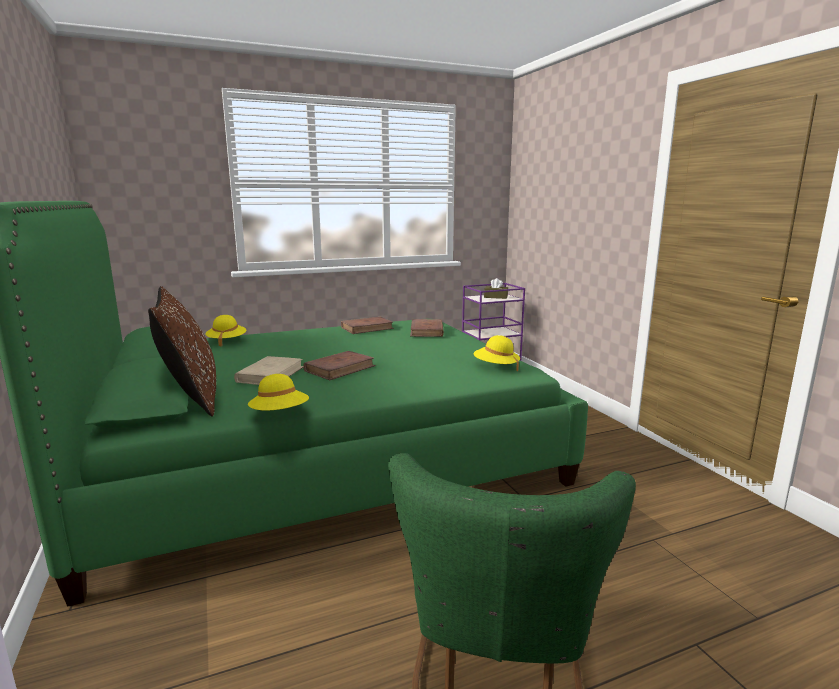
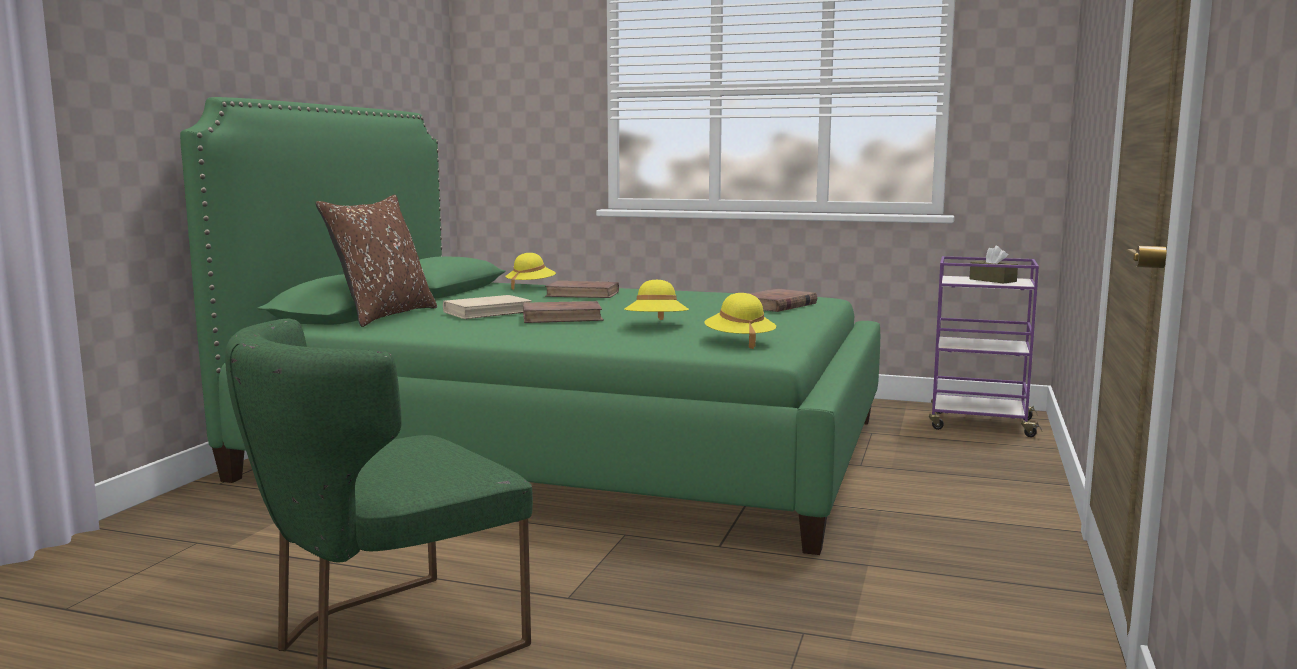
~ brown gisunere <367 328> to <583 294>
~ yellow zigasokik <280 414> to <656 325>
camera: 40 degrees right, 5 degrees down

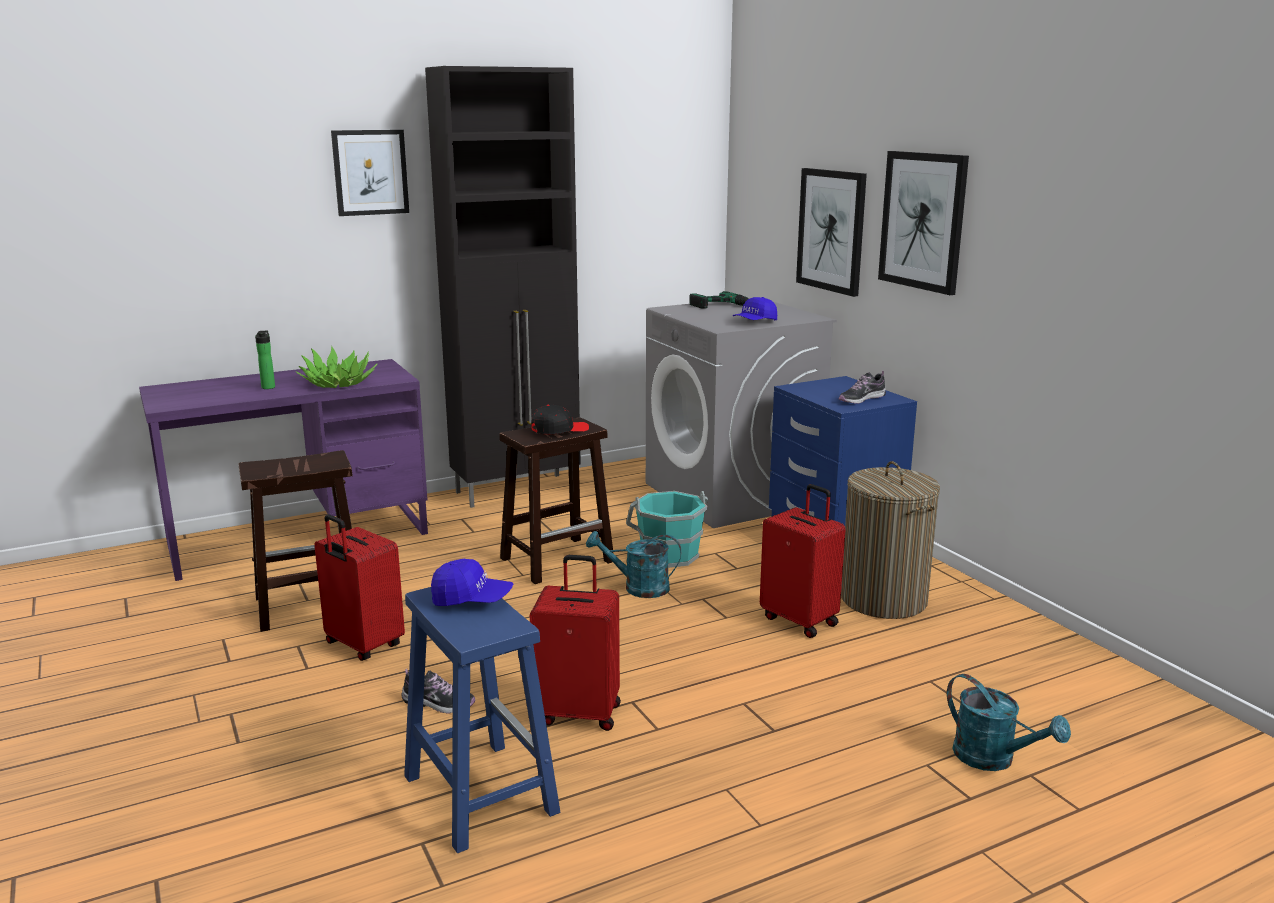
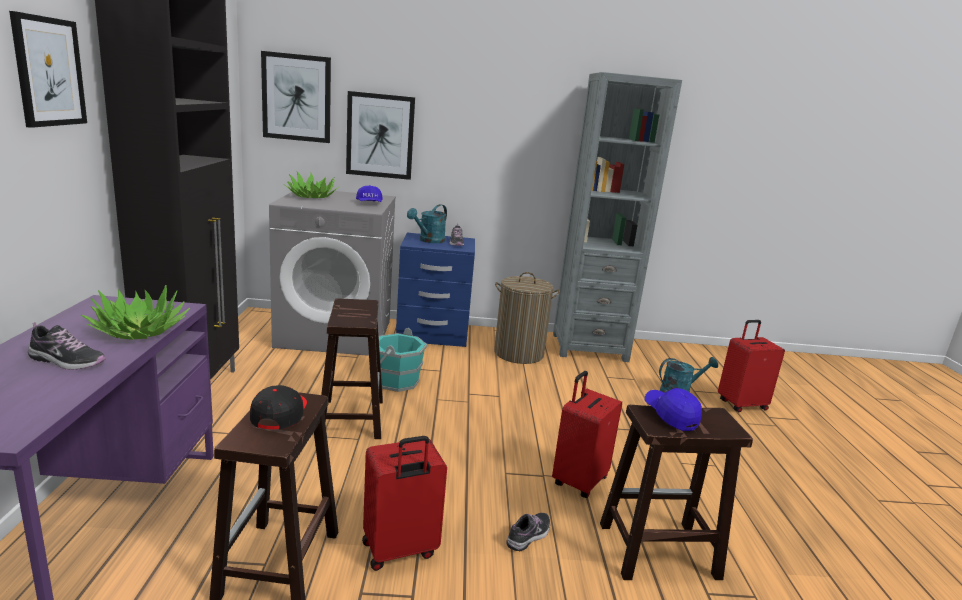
~ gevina <268 387> to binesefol <67 361>
~ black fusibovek <559 430> to <279 414>
~ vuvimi <923 221> to <296 98>
~ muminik <724 307> to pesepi <312 196>
~ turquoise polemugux <638 588> to <429 241>
+ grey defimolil <589 347>
~ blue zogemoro <478 793> to brown zogemoro <656 551>
~ blue fusibovek <472 600> = <670 416> 60 degrees counterclockwise
~ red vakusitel <800 620> to <741 404>
camera: 65 degrees left, 0 degrees up

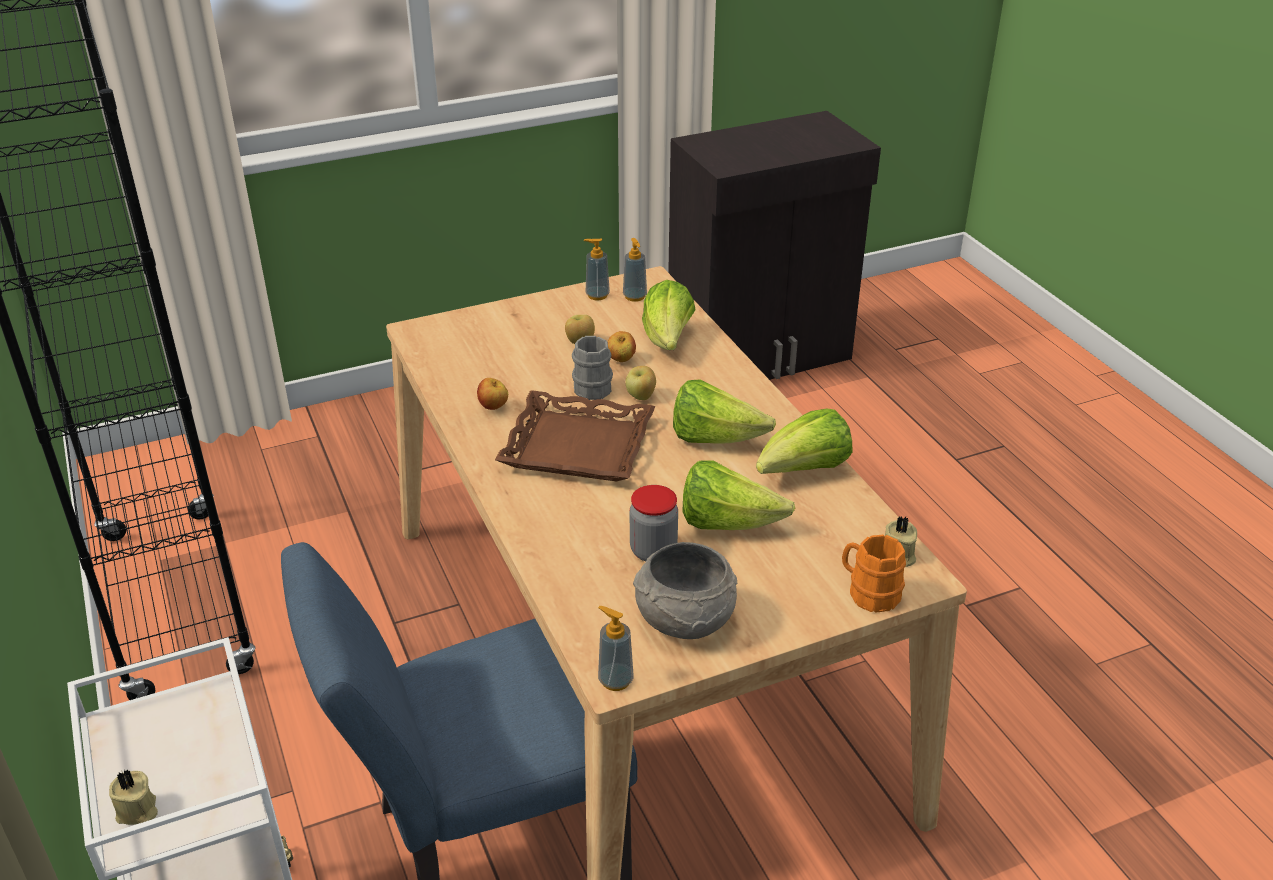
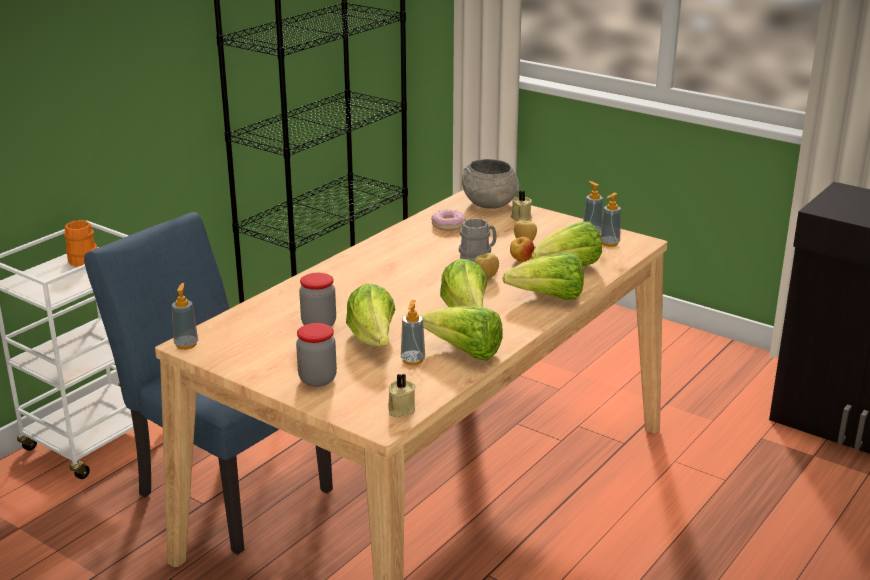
~ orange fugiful <868 593> to <84 258>
+ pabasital <317 379>
+ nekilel <412 360>
+ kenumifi <448 225>
~ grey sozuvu <683 620> to <489 203>
+ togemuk <549 298>
~ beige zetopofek <137 811> to <520 218>
- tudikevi <493 407>
- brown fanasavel <577 447>
camera: 60 degrees right, 10 degrees down

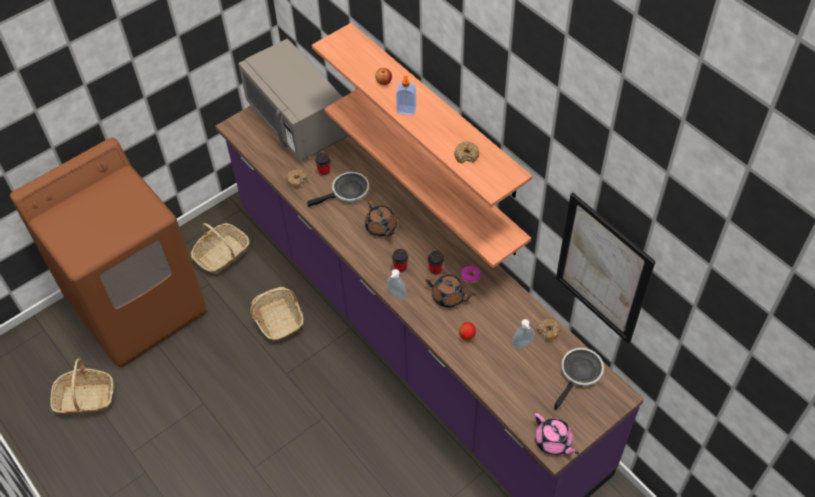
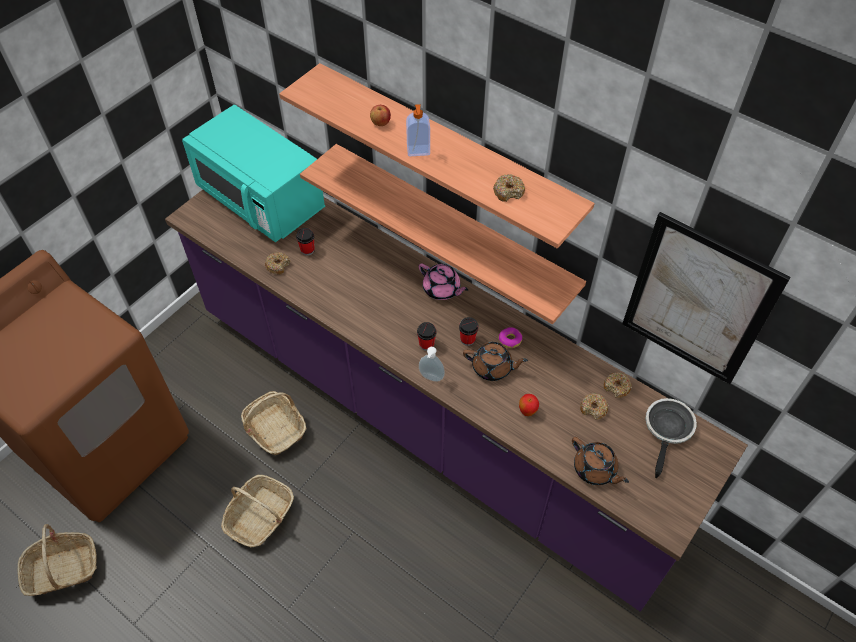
~ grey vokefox <297 121> to turquoise vokefox <261 200>
~ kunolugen <222 255> to <260 516>
~ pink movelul <553 441> to <442 289>
~ brown movelul <381 227> to <595 469>
~ nekilel <522 345> to kenumifi <593 408>
- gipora <347 193>
camera: 15 degrees left, 0 degrees up

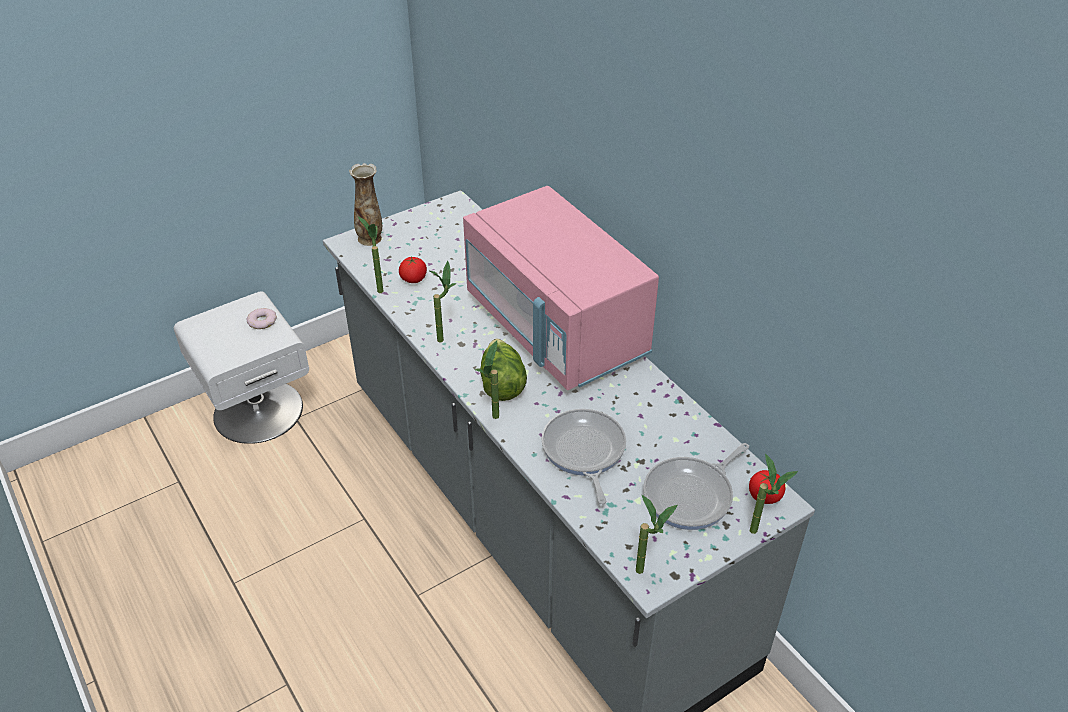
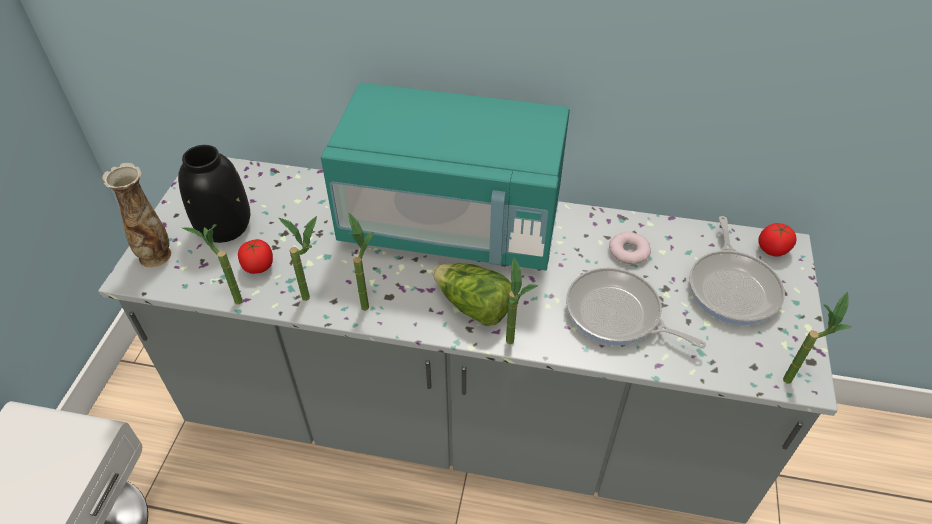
+ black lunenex <225 227>
~ pesepi <760 534> to <314 297>
~ pink vokefox <556 328> to turquoise vokefox <452 224>
~ kenumifi <262 321> to <629 251>
camera: 45 degrees left, 5 degrees up

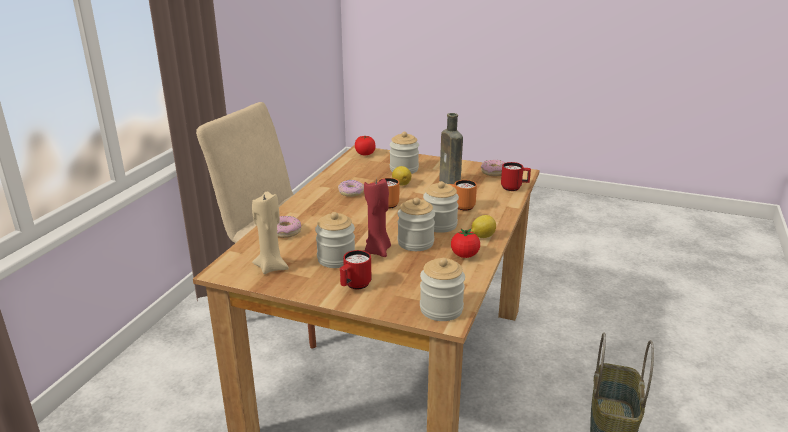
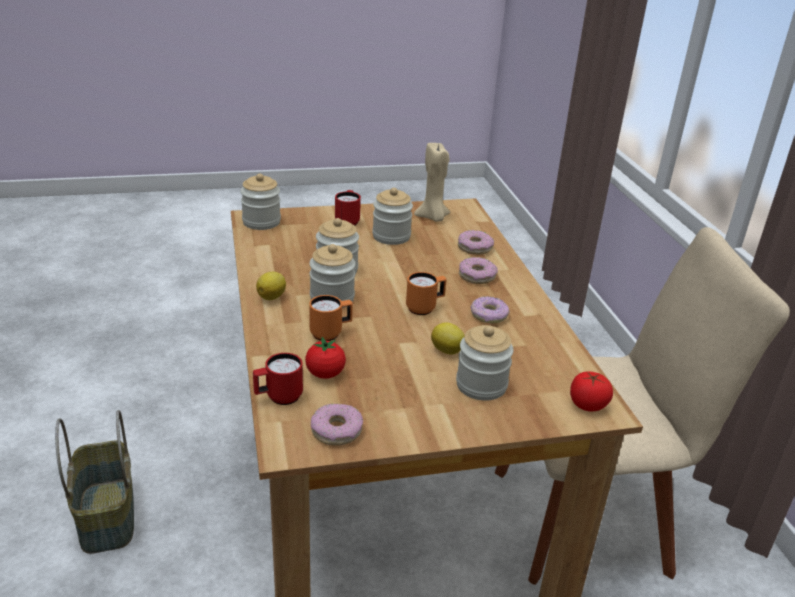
~ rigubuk <464 255> to <325 374>
+ kenumifi <477 276>
- red zetopofek <378 251>
- brown gevina <450 183>
camera: 145 degrees right, 5 degrees up

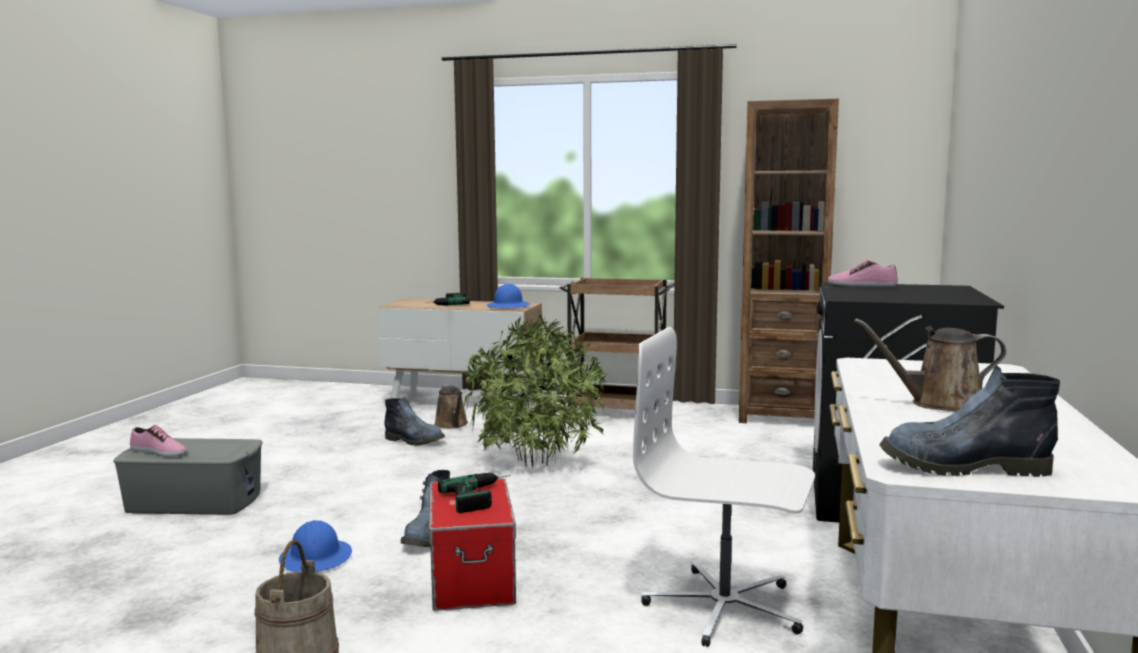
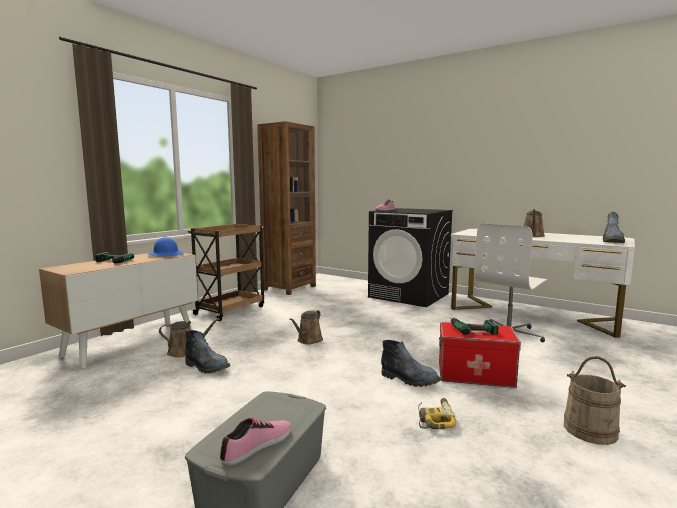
~ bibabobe <415 441> = <207 367> 75 degrees clockwise
~ pesepi <534 465> to brown polemugux <308 340>
~ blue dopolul <316 558> to muminik <434 419>
camera: 70 degrees left, 0 degrees up

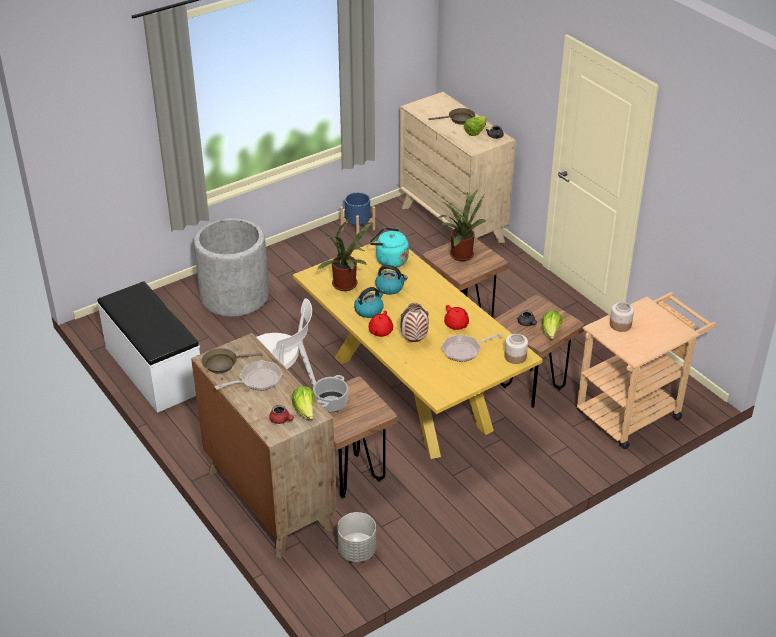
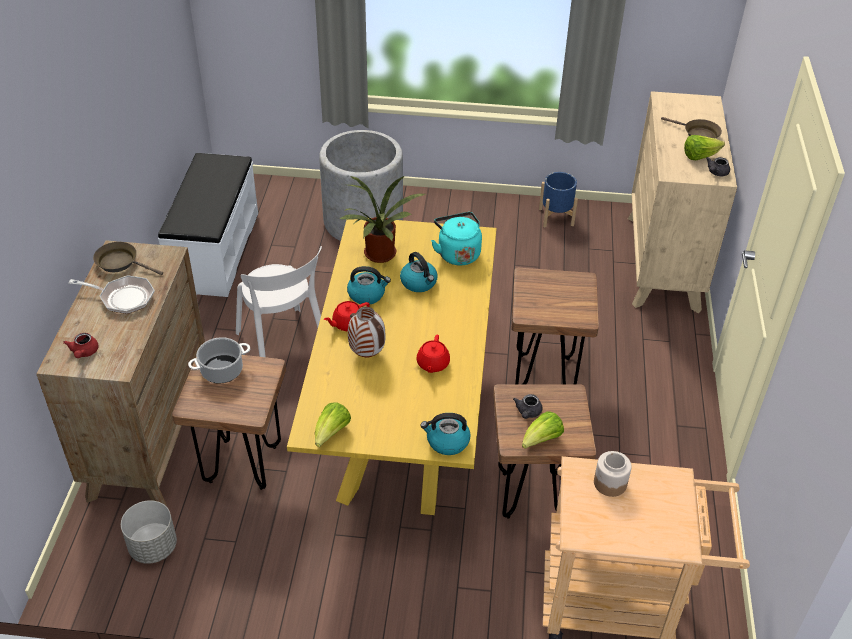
~ togemuk <305 411> to <331 433>
~ pabasital <515 356> to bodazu <447 442>
- pesepi <460 254>
- gipora <464 350>
camera: 40 degrees right, 5 degrees up

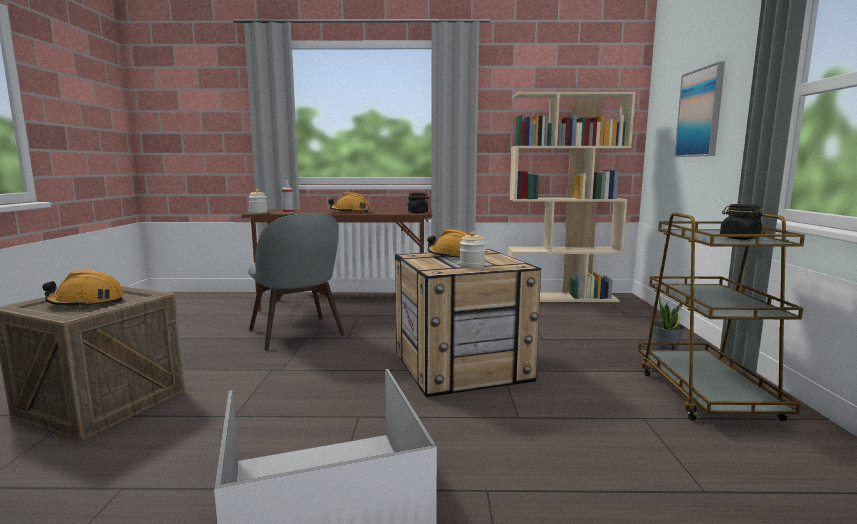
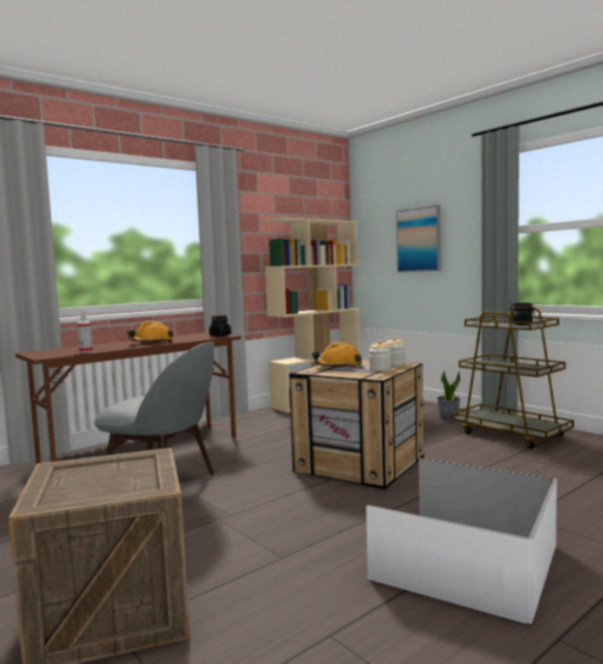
~ pabasital <258 212> to <394 365>
- orange dopolul <87 302>
camera: 40 degrees left, 5 degrees down

